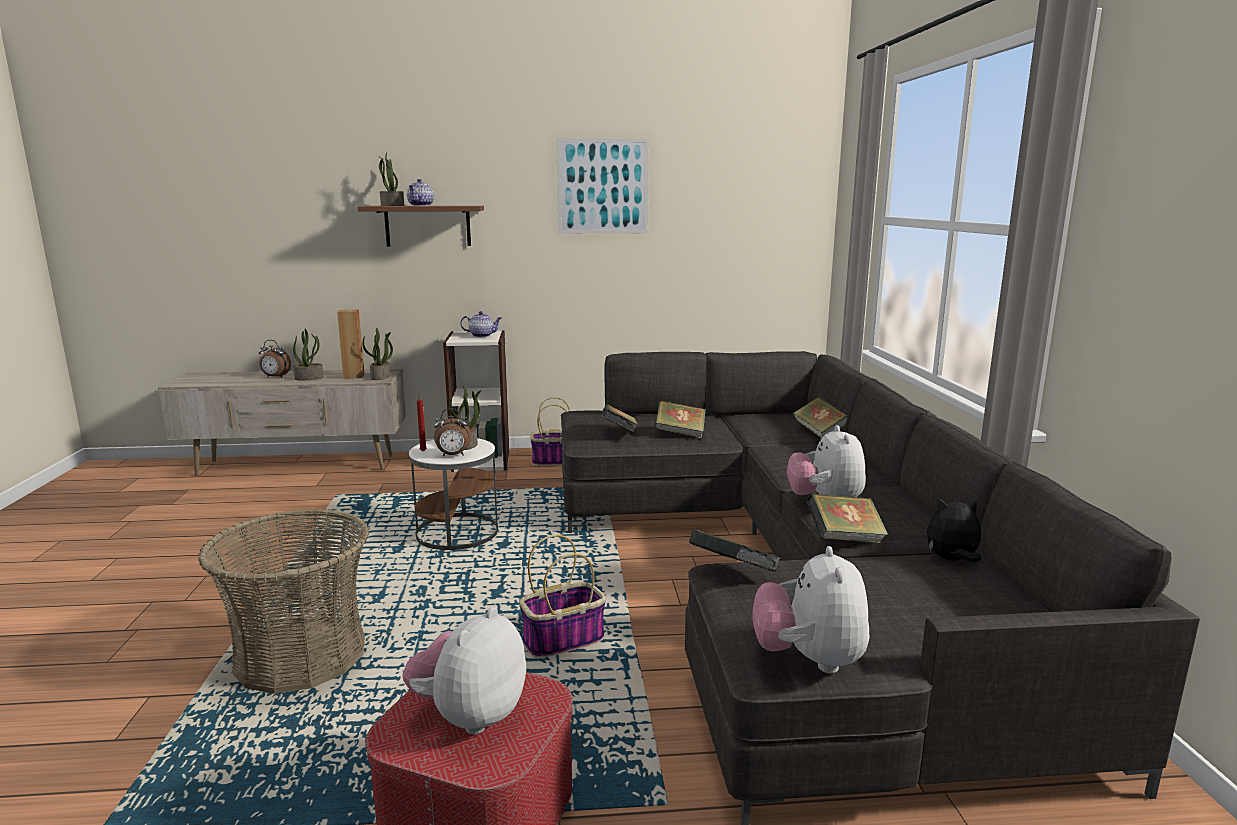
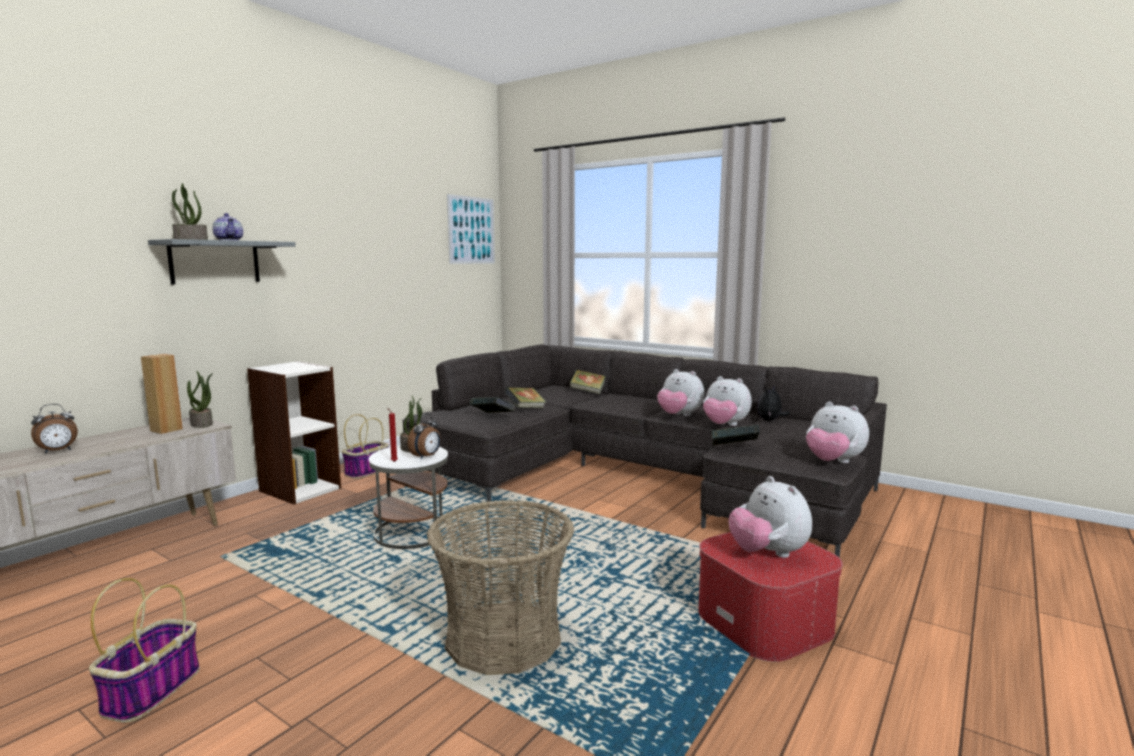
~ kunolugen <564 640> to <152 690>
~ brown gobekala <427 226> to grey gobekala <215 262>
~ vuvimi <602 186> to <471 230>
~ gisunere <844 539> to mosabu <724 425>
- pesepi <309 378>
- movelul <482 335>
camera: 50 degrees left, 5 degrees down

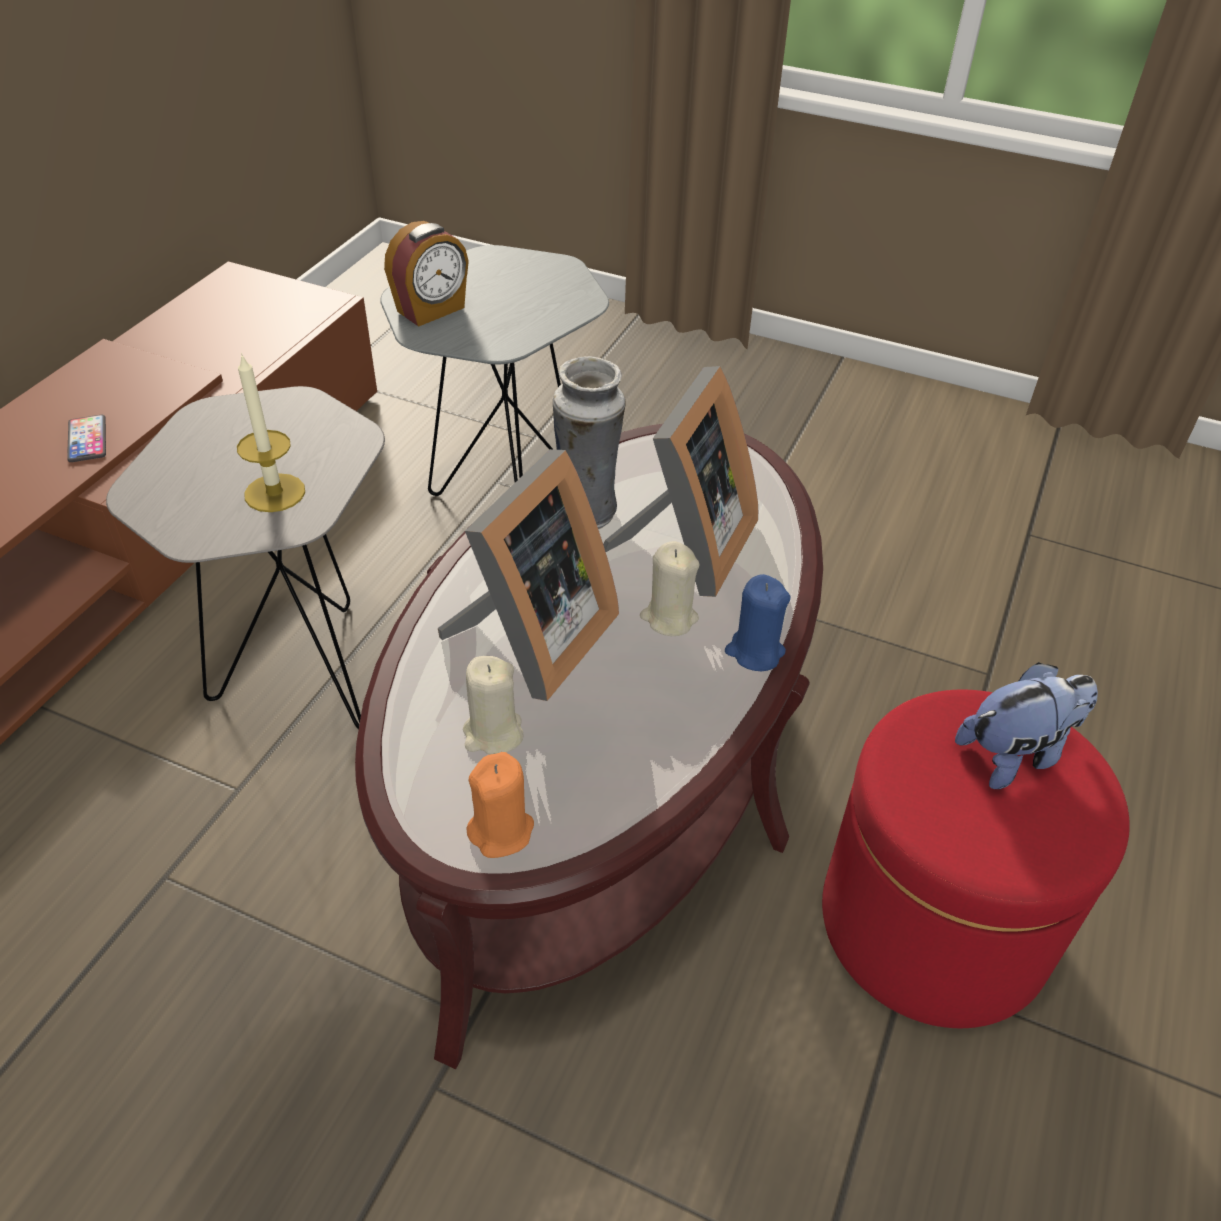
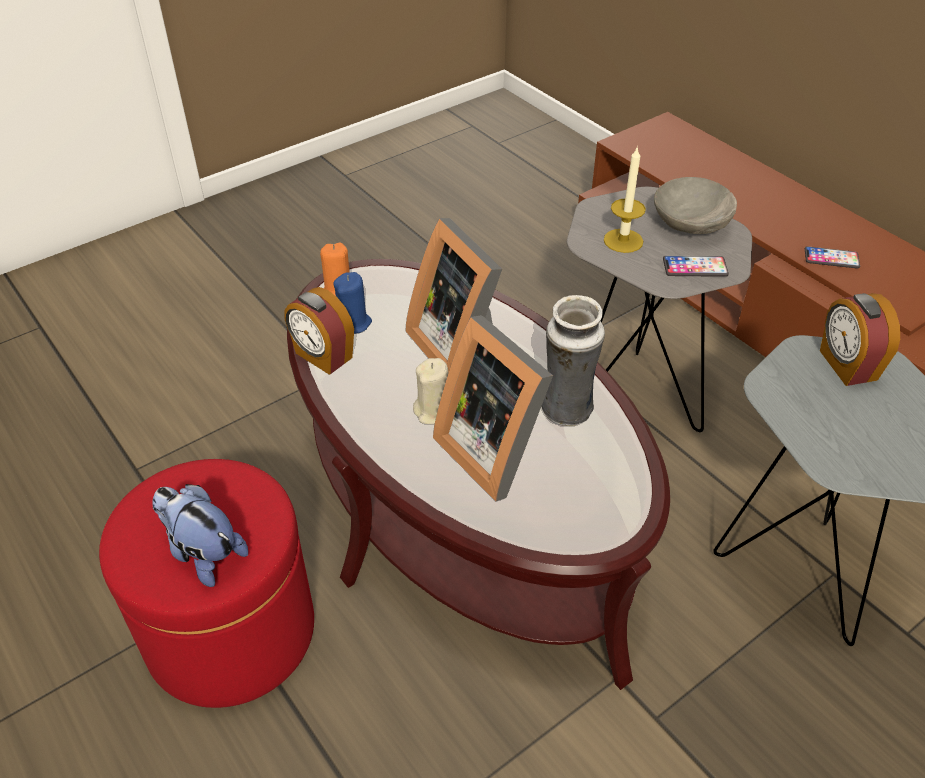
~ mosabu <1015 754> = <203 553> 120 degrees clockwise
+ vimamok <322 356>
~ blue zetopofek <754 651> to <353 323>
+ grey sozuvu <691 224>
+ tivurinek <695 267>
- beige zetopofek <493 733>
camera: 120 degrees right, 0 degrees up

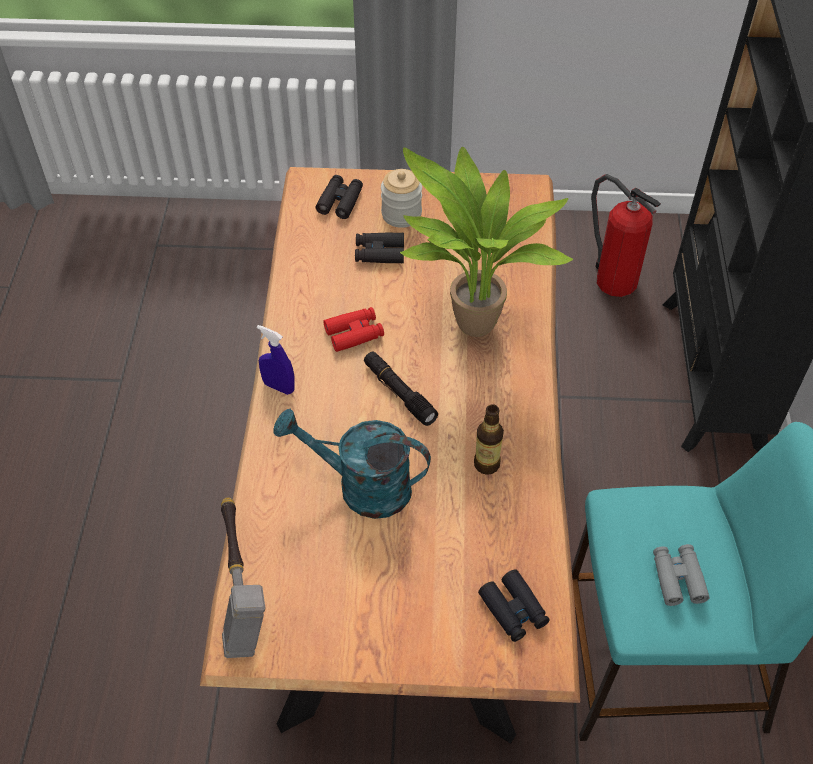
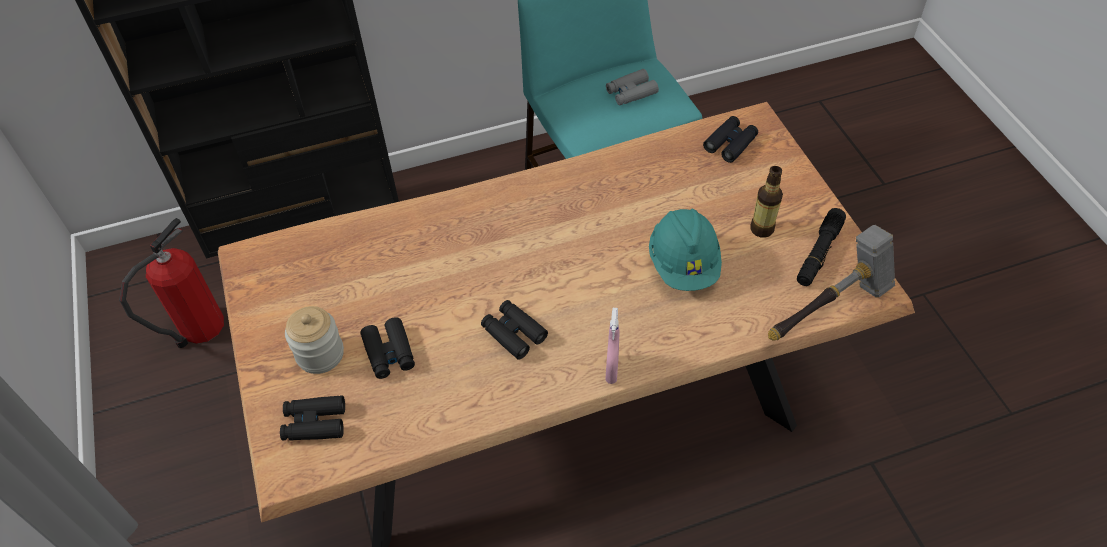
~ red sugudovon <354 333> to black sugudovon <514 333>
~ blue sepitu <279 387> to pink sepitu <611 370>
~ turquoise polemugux <361 486> to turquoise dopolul <683 264>
~ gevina <486 464> to <762 229>
~ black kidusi <399 393> to <819 253>
- pesepi <471 329>
camera: 110 degrees left, 0 degrees up

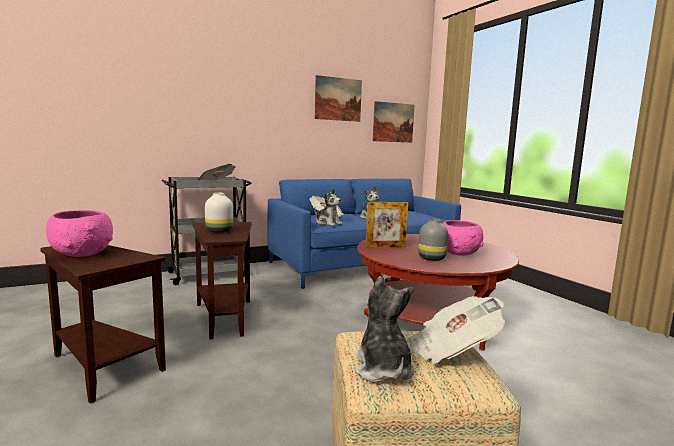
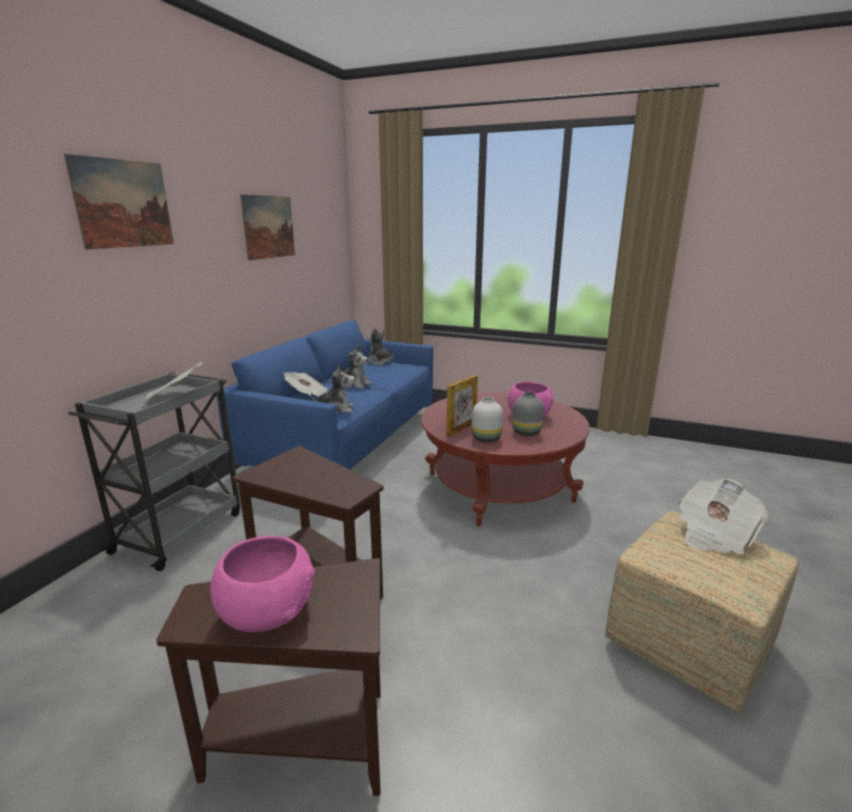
~ vuvimi <393 122> to <123 204>
~ mosabu <382 369> to <379 362>
~ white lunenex <220 231> to <487 438>
camera: 40 degrees left, 10 degrees up

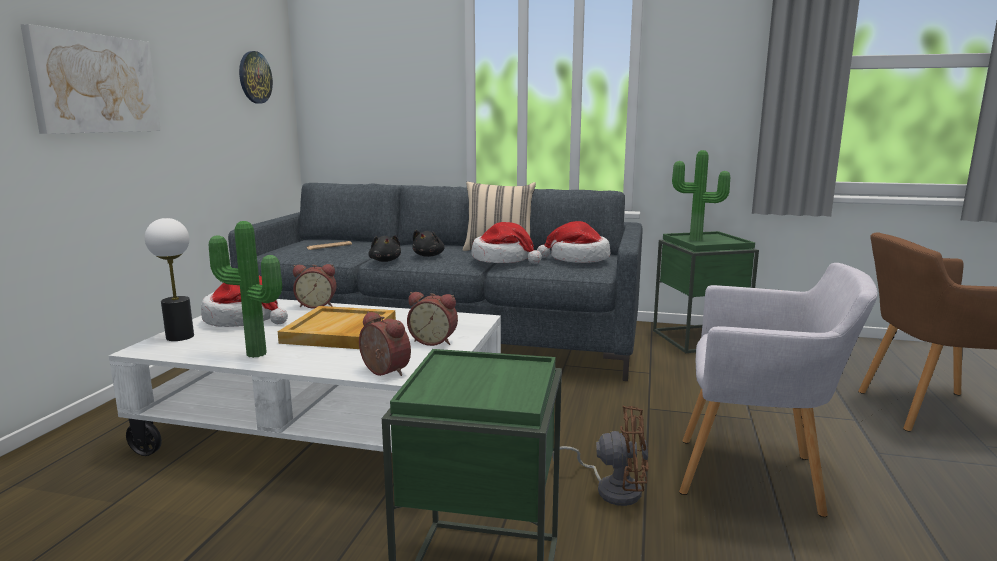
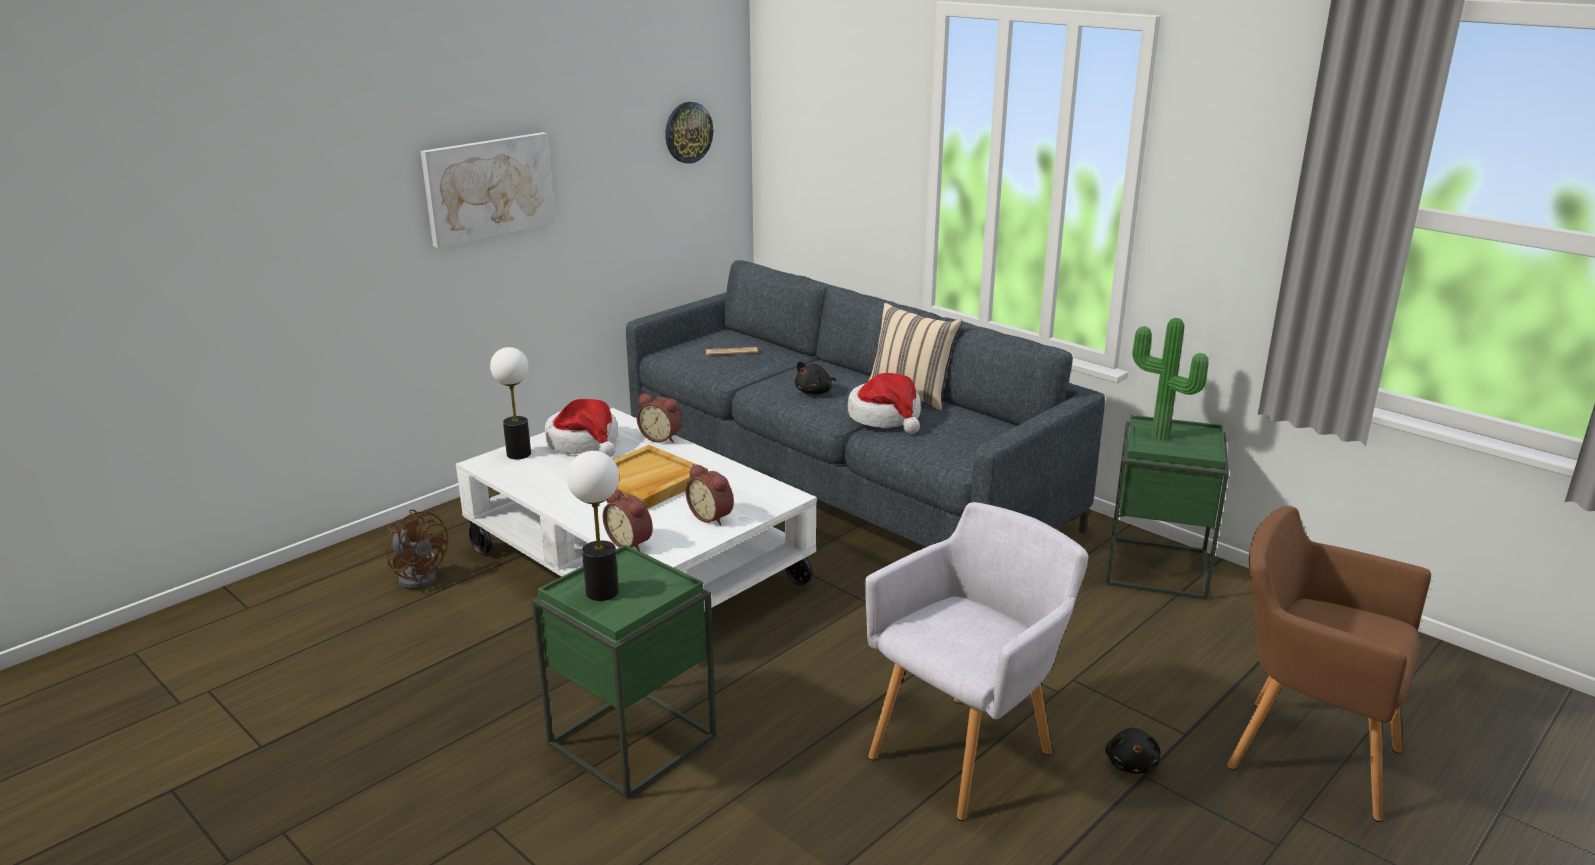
~ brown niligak <612 488> to <420 575>
+ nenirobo <602 592>
~ vimamok <382 372> = <631 542> 150 degrees clockwise
~ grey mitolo <757 476> = <967 751> 90 degrees counterclockwise
~ black mosabu <385 261> to <1131 763>
- pesepi <254 355>
- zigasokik <577 259>
camera: 30 degrees right, 10 degrees up

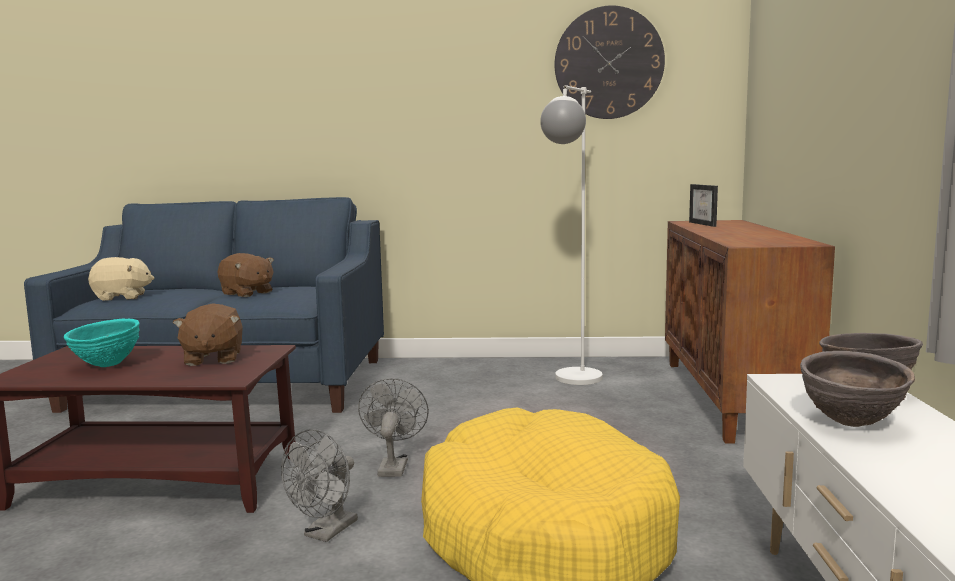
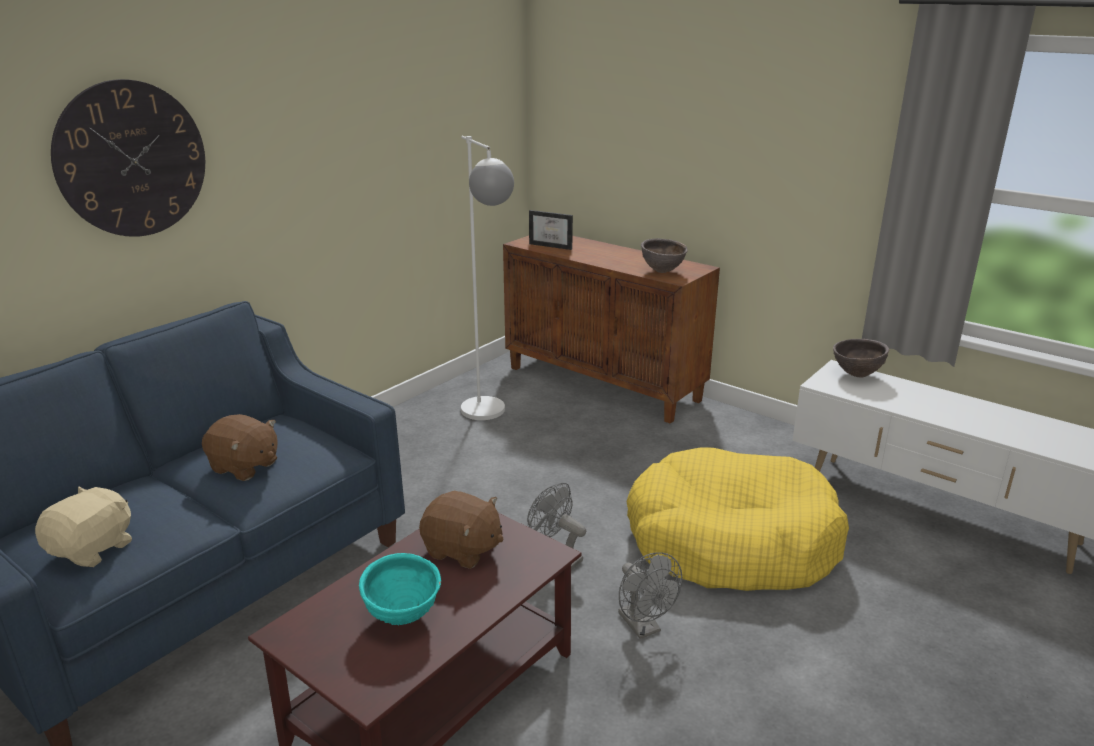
~ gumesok <609 63> to <132 159>
~ brown mosabu <247 293> = <244 467> 45 degrees clockwise
~ brown sozuvu <850 424> to <662 271>
camera: 55 degrees left, 15 degrees up

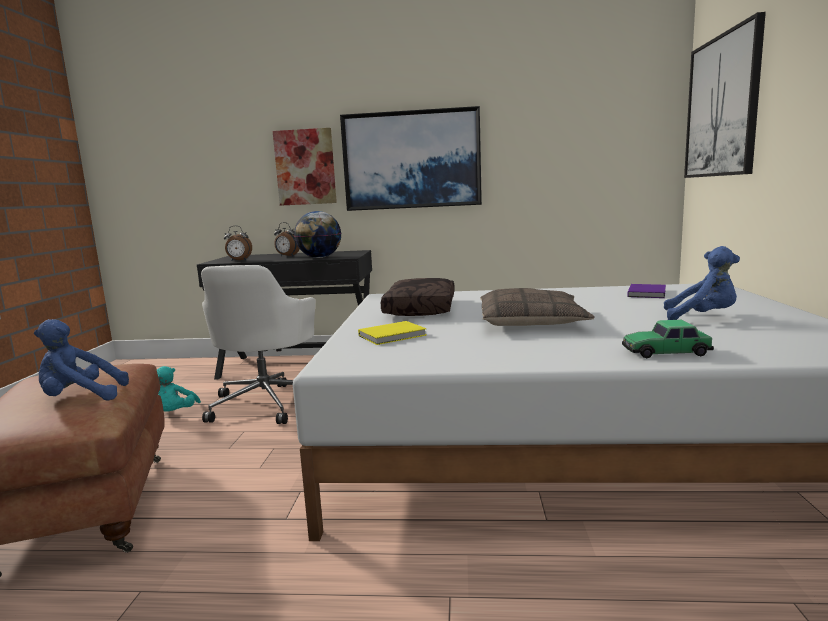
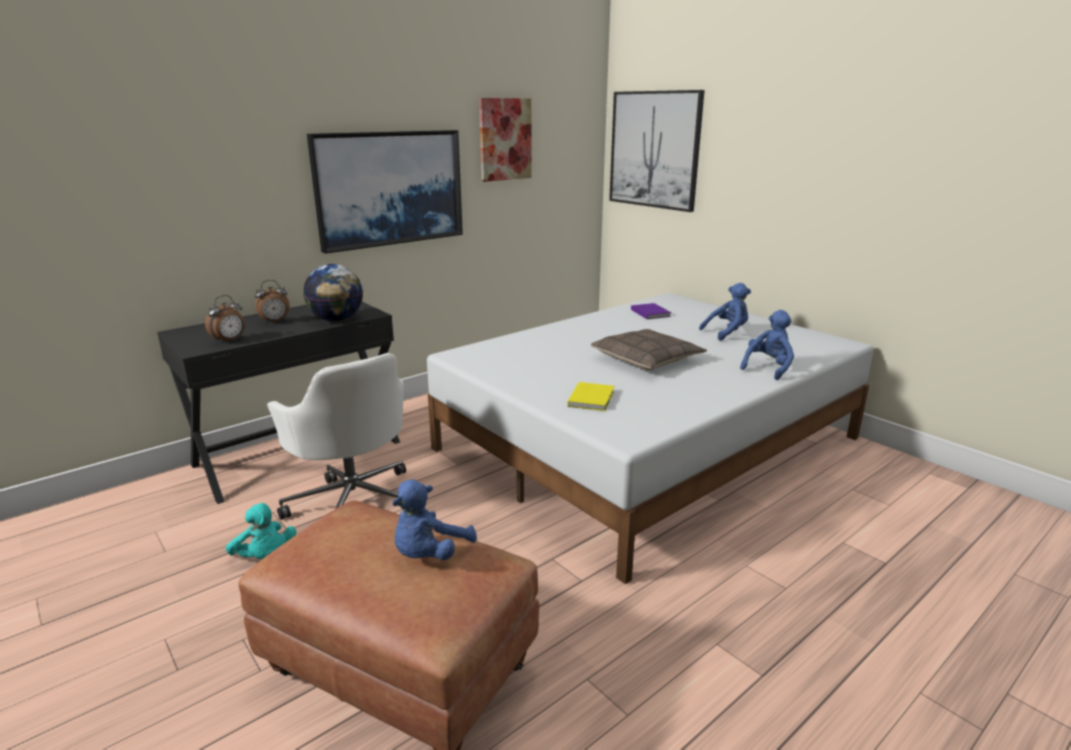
~ vuvimi <305 167> to <505 139>
~ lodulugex <665 352> to blue mosabu <768 368>
- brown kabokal <422 309>
camera: 45 degrees left, 10 degrees up

